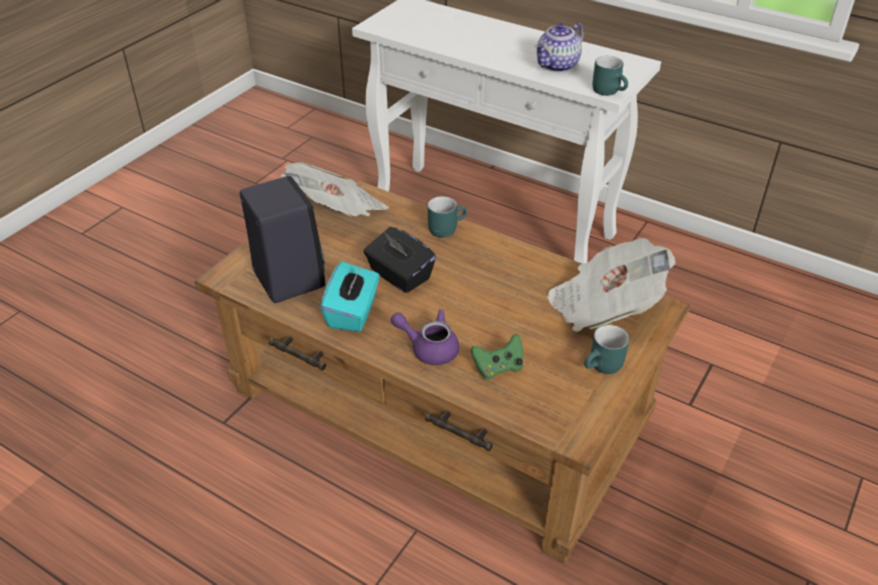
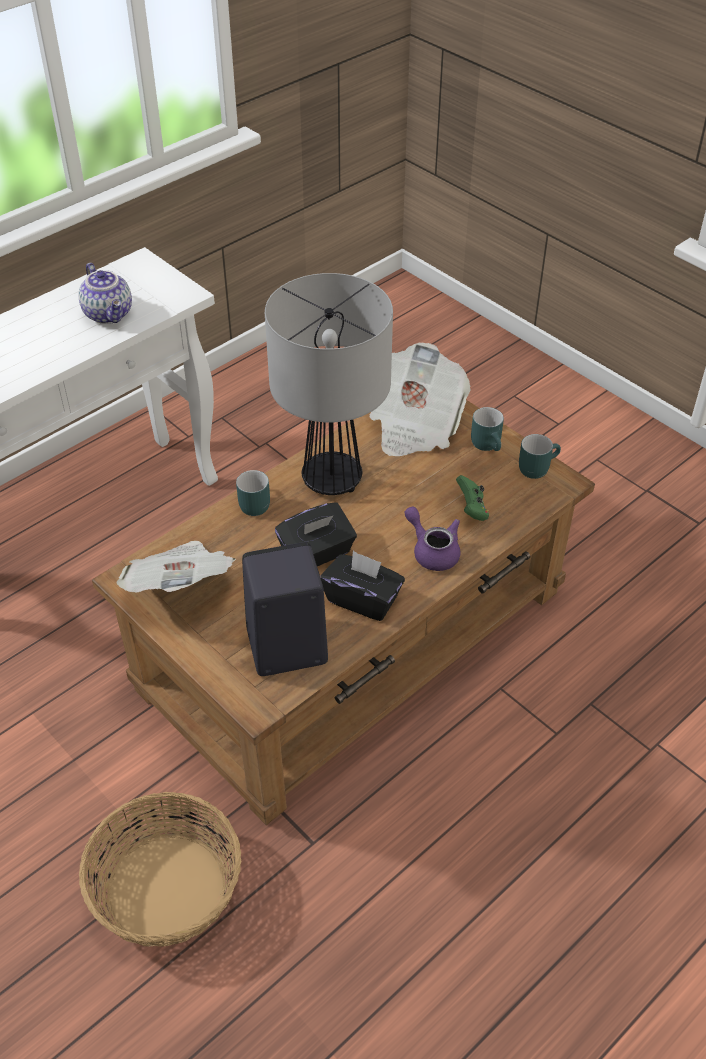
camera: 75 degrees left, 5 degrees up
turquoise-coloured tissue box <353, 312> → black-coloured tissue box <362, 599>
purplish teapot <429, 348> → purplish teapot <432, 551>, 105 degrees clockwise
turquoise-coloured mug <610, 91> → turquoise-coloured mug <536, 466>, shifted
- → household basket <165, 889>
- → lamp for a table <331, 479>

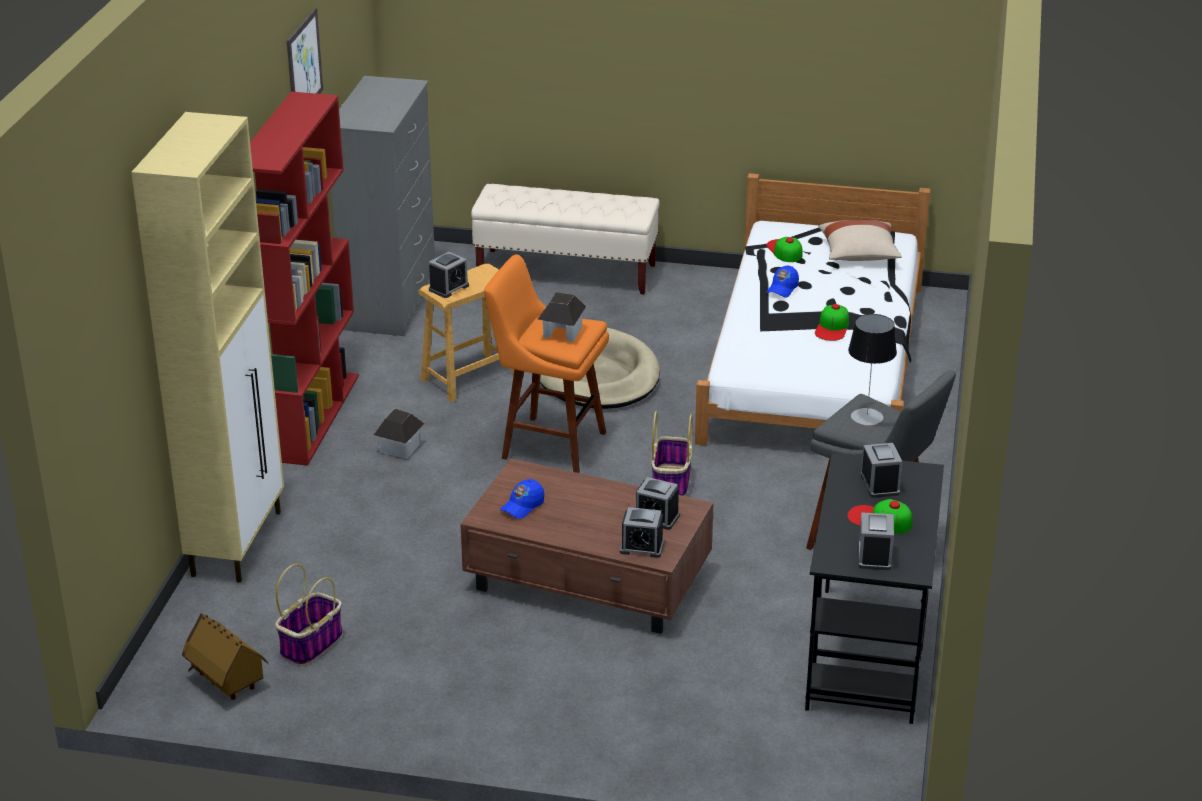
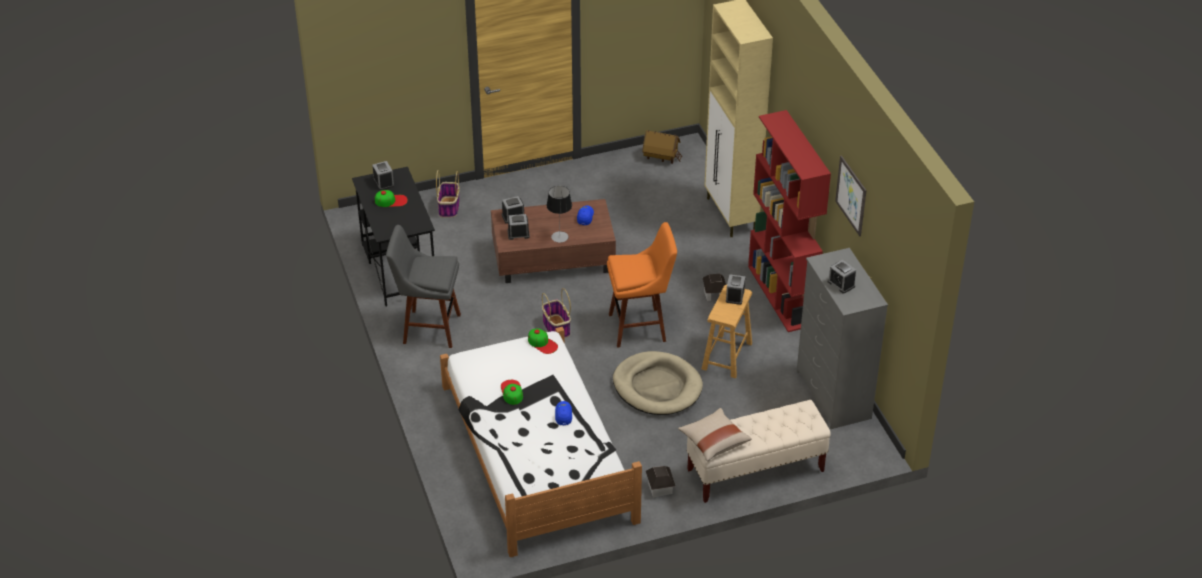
camera: 150 degrees right, 10 degrees up
household basket <311, 644> → household basket <449, 207>, shifted
toy house <562, 333> → toy house <660, 488>, shifted
cap <784, 250> → cap <542, 343>, shifted
sand-coloured cushion <858, 255> → sand-coloured cushion <713, 441>, shifted
lamp for a table <867, 417> → lamp for a table <559, 237>, shifted
bedside clock <880, 484> → bedside clock <841, 284>, shifted

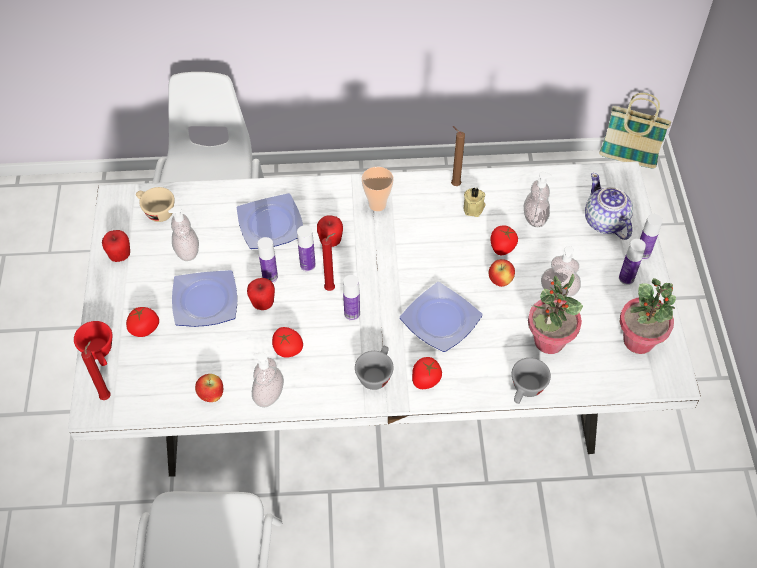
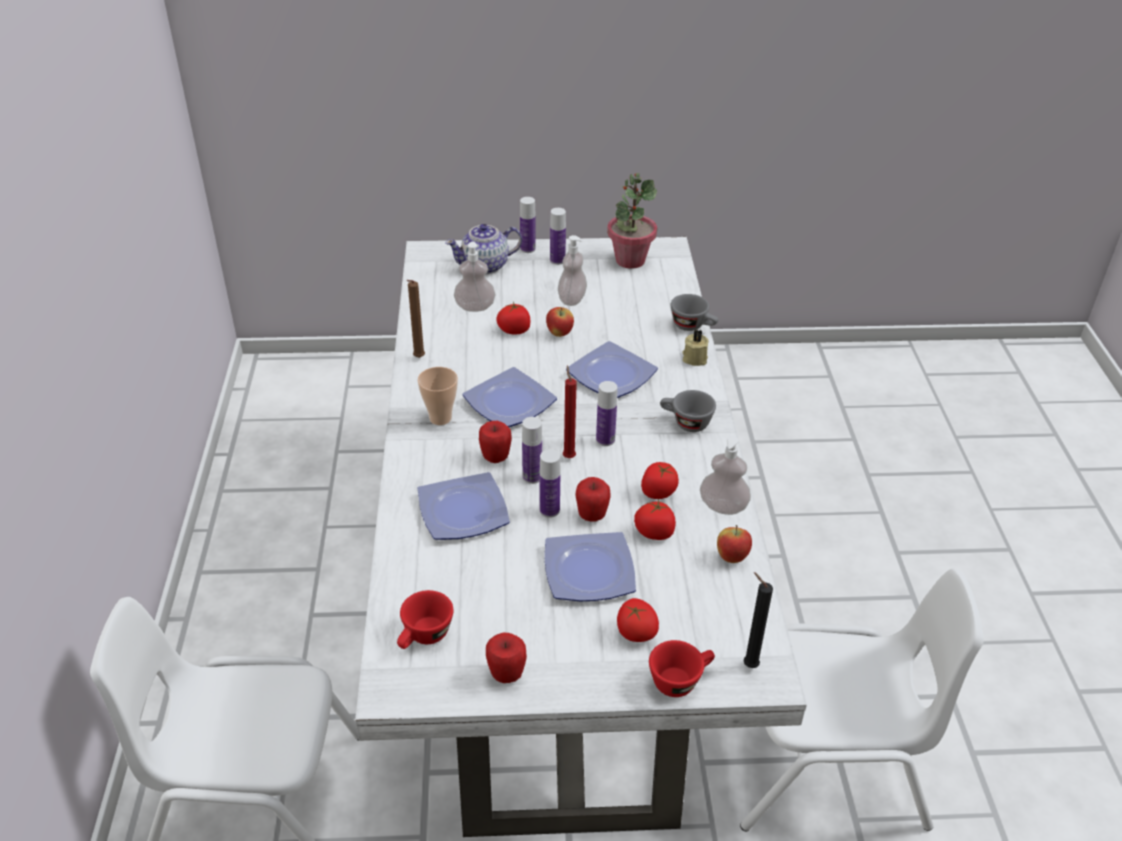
camera: 90 degrees left, 15 degrees down
red-coloured wax light <107, 396> → black-coloured wax light <748, 664>
sand-coloured drinking cup <156, 212> → red-coloured drinking cup <424, 637>
soap bottle <187, 251> → -
tomato <425, 380> → tomato <655, 532>, shifted
sand-coloured wax light <474, 208> → sand-coloured wax light <694, 358>, shifted
houseplant <549, 341> → -
household basket <627, 160> → -
- → flat dish <509, 404>

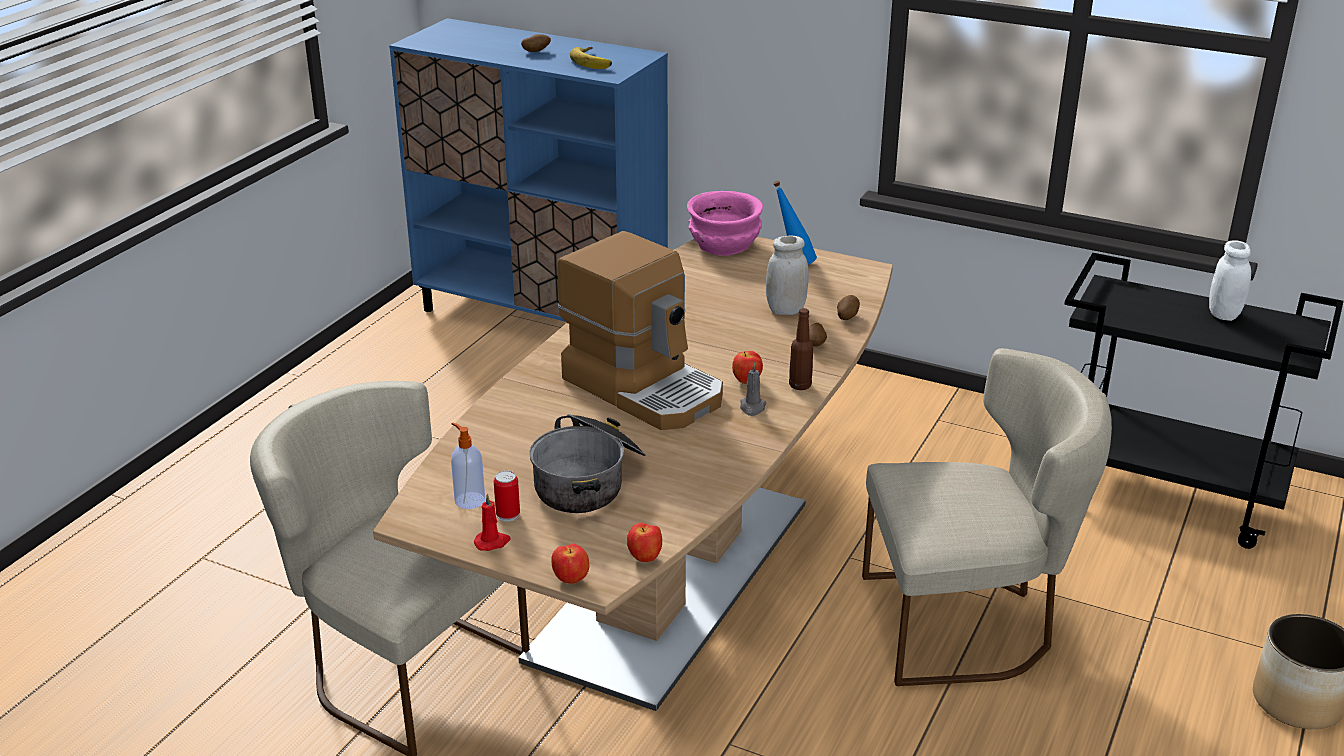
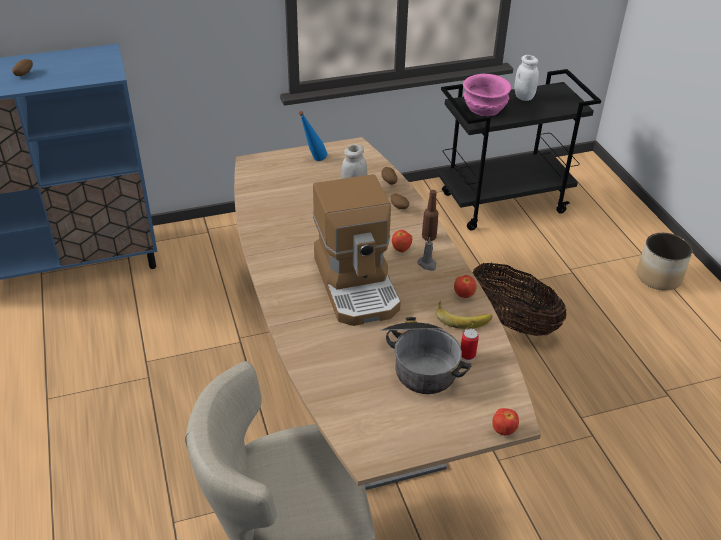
camera: 45 degrees left, 10 degrees up
soap bottle <469, 500> → -
red-coloured wax light <492, 542> → -
metal can <508, 515> → metal can <467, 355>, shifted
coffee brewer <645, 388> → coffee brewer <357, 284>, 75 degrees clockwise
banana fruit <594, 61> → banana fruit <462, 316>, shifted
apple fruit <645, 558> → apple fruit <464, 295>, shifted
pinkish serving bowl <725, 244> → pinkish serving bowl <485, 108>, shifted
sand-coloured plain chair <967, 624> → household basket <512, 322>

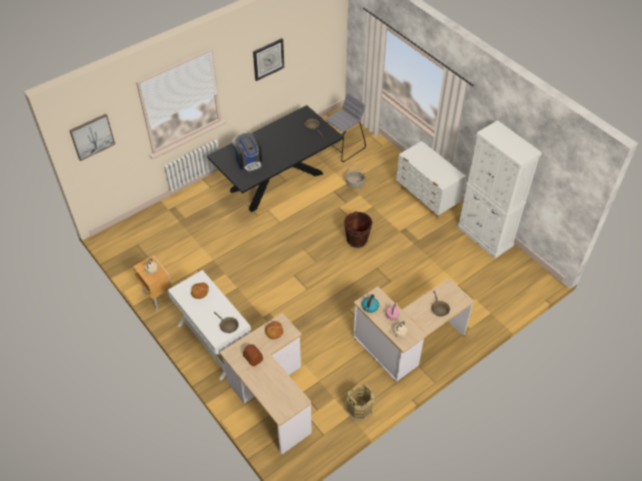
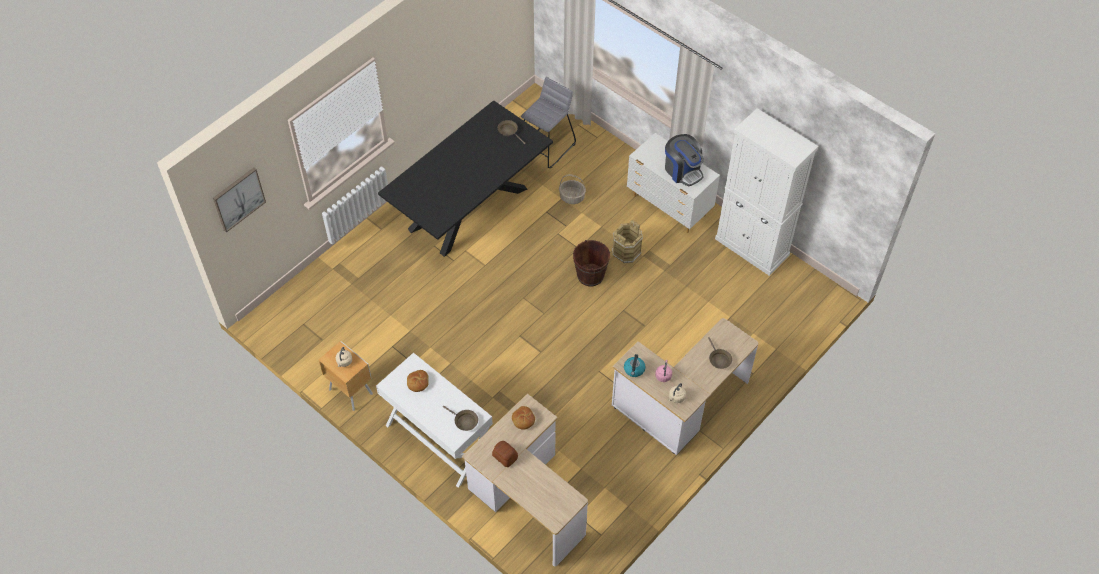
camera: 10 degrees left, 5 degrees up
coffee brewer <248, 161> → coffee brewer <682, 170>, shifted
wall clock <268, 59> → -
brown water bucket <359, 409> → brown water bucket <626, 251>, shifted

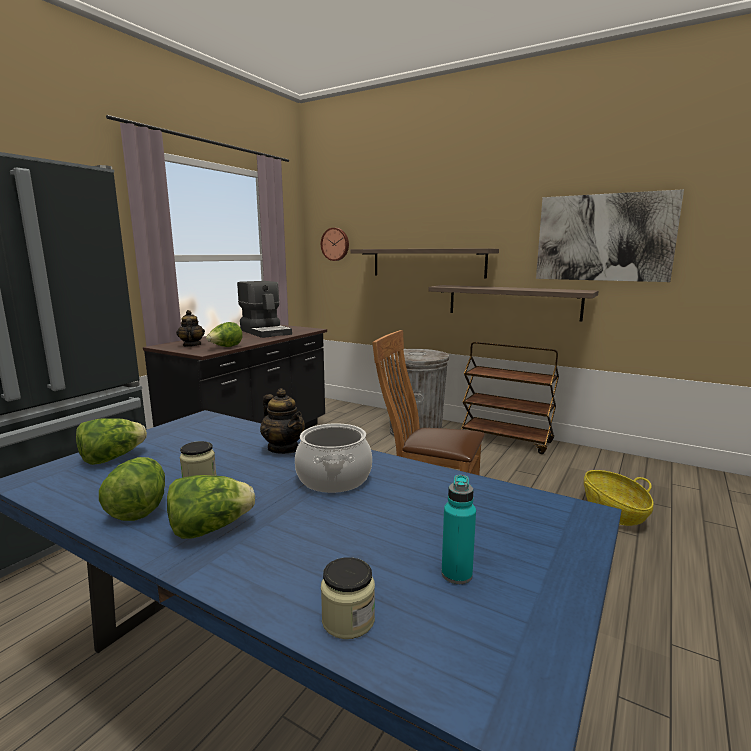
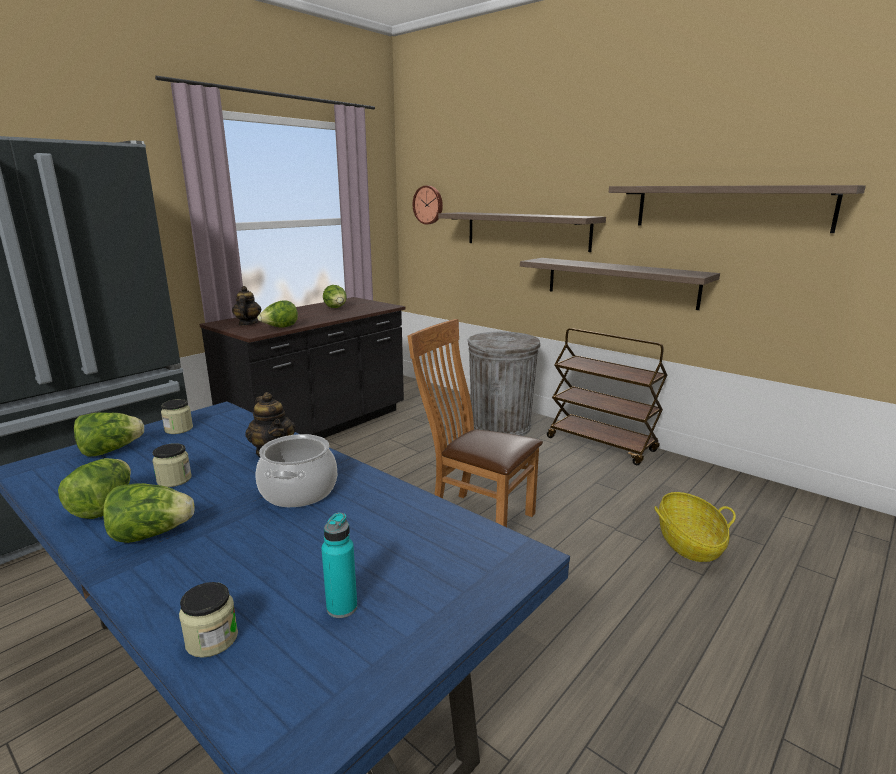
camera: 10 degrees right, 5 degrees up
coffee brewer <266, 332> → lettuce head <336, 308>
wall art <603, 238> → bracket shelf <729, 207>
- → preserve jar <178, 429>

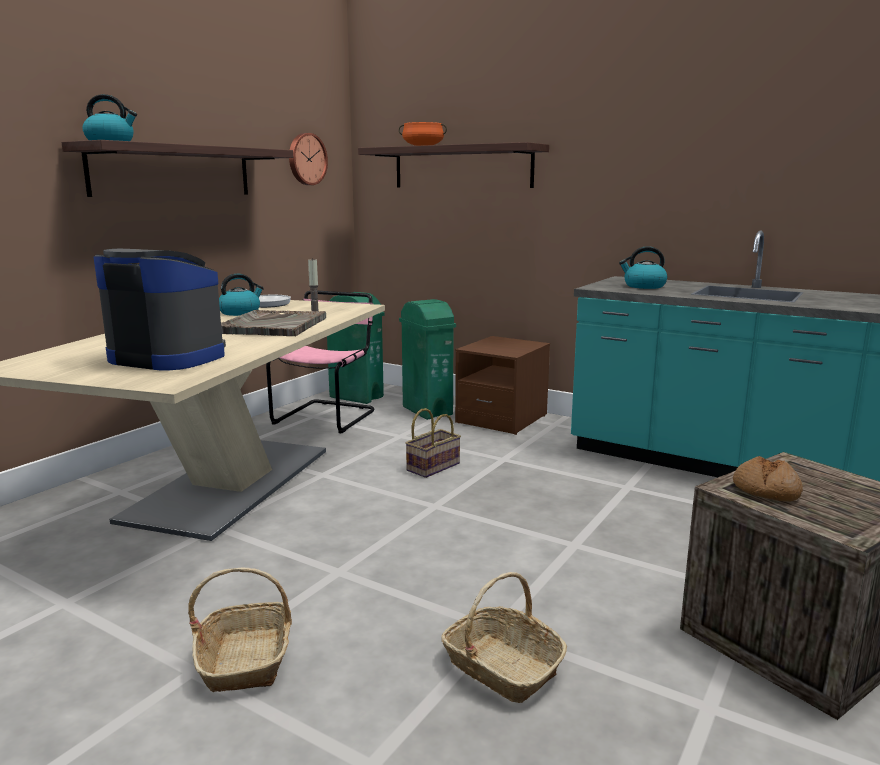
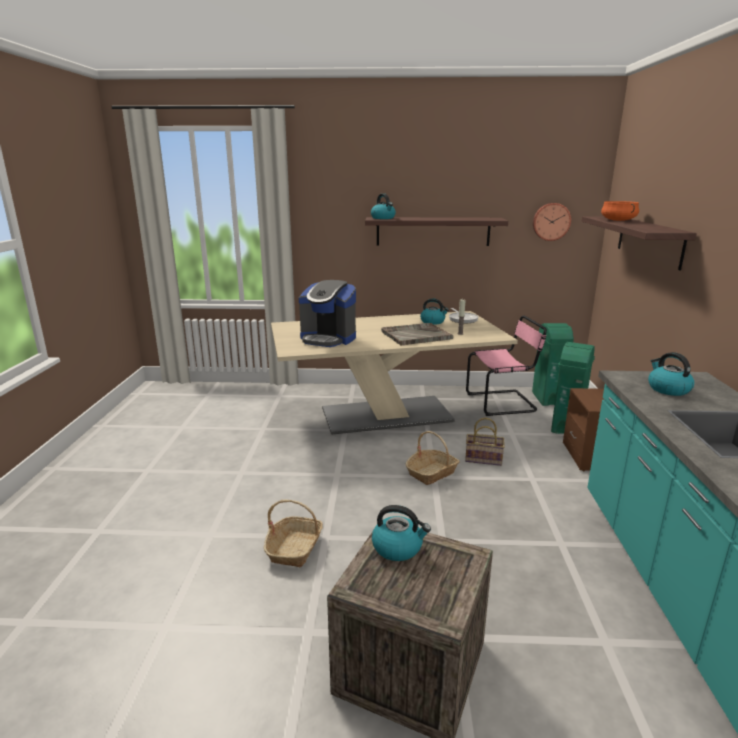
camera: 60 degrees right, 5 degrees up
coffee brewer <168, 357> → coffee brewer <328, 339>, 120 degrees clockwise
household basket <246, 658> → household basket <432, 473>, shifted
bread <765, 490> → kettle <398, 547>

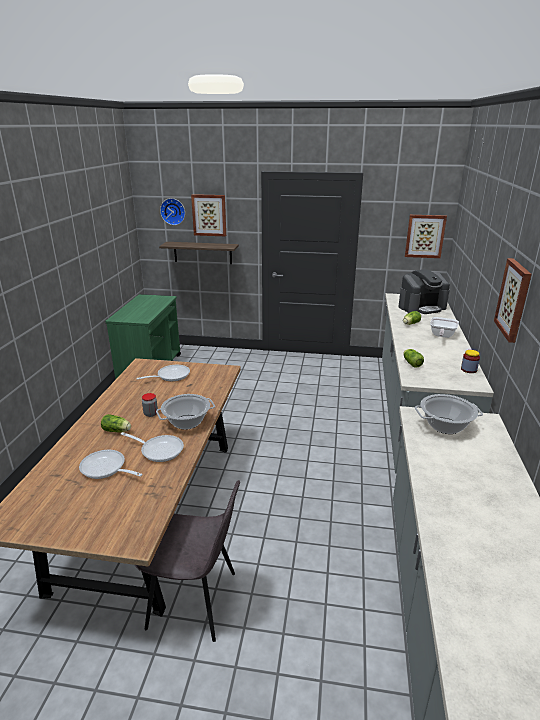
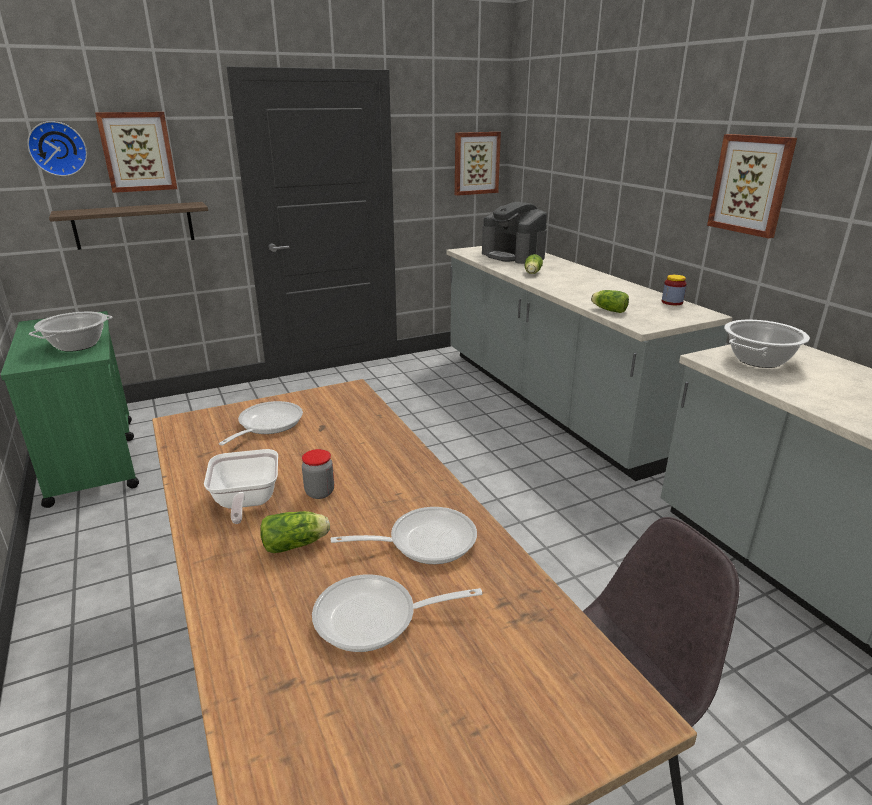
camera: 35 degrees left, 0 degrees up
cooking pot <187, 422> → cooking pot <77, 345>, shifted
coffee brewer <422, 307> → coffee brewer <513, 256>, 105 degrees clockwise
skillet <441, 336> → skillet <245, 503>, shifted

